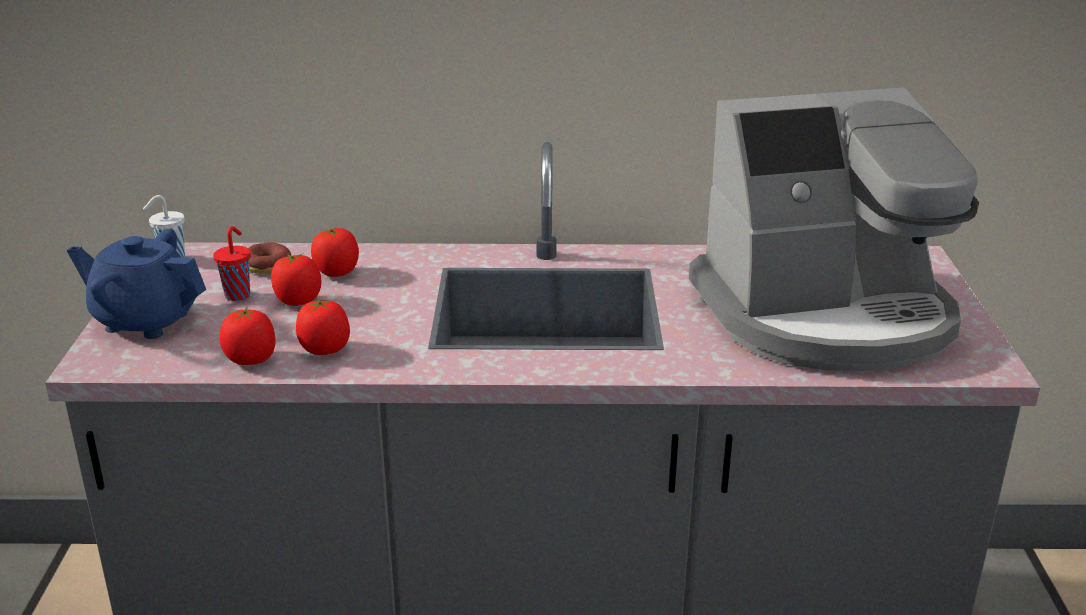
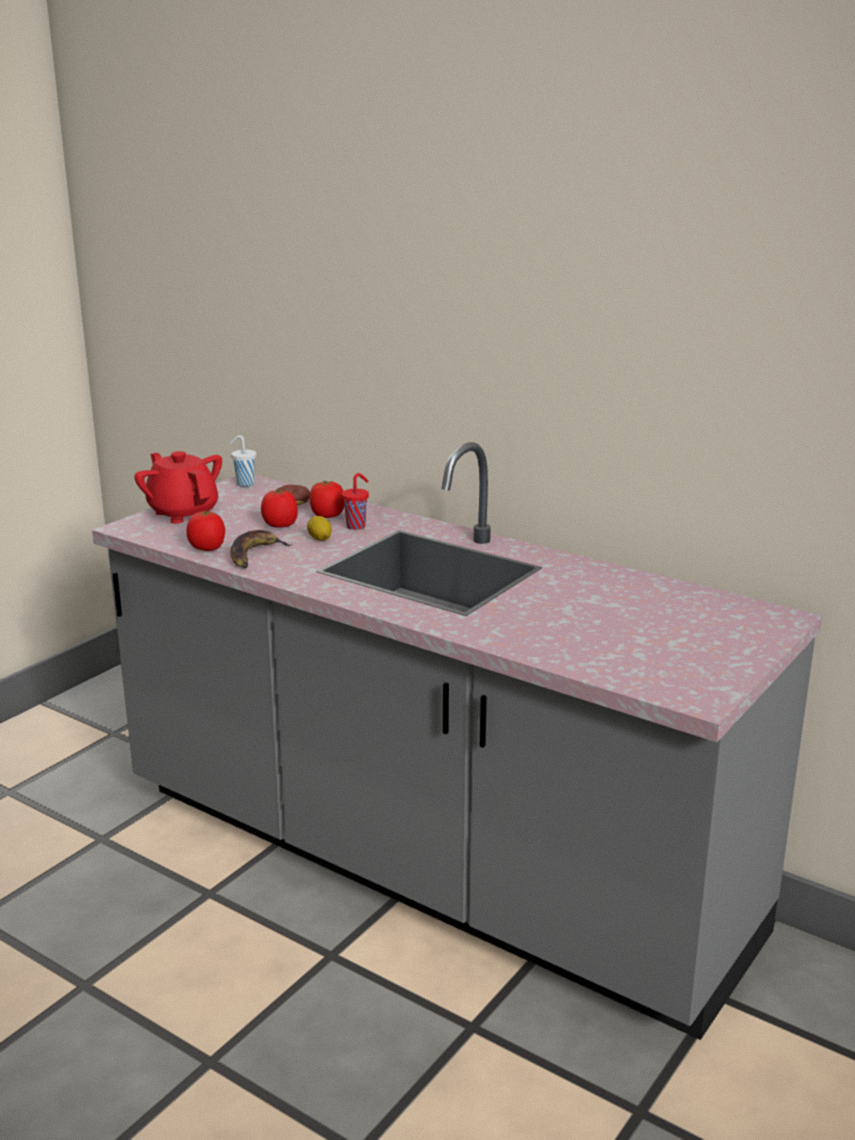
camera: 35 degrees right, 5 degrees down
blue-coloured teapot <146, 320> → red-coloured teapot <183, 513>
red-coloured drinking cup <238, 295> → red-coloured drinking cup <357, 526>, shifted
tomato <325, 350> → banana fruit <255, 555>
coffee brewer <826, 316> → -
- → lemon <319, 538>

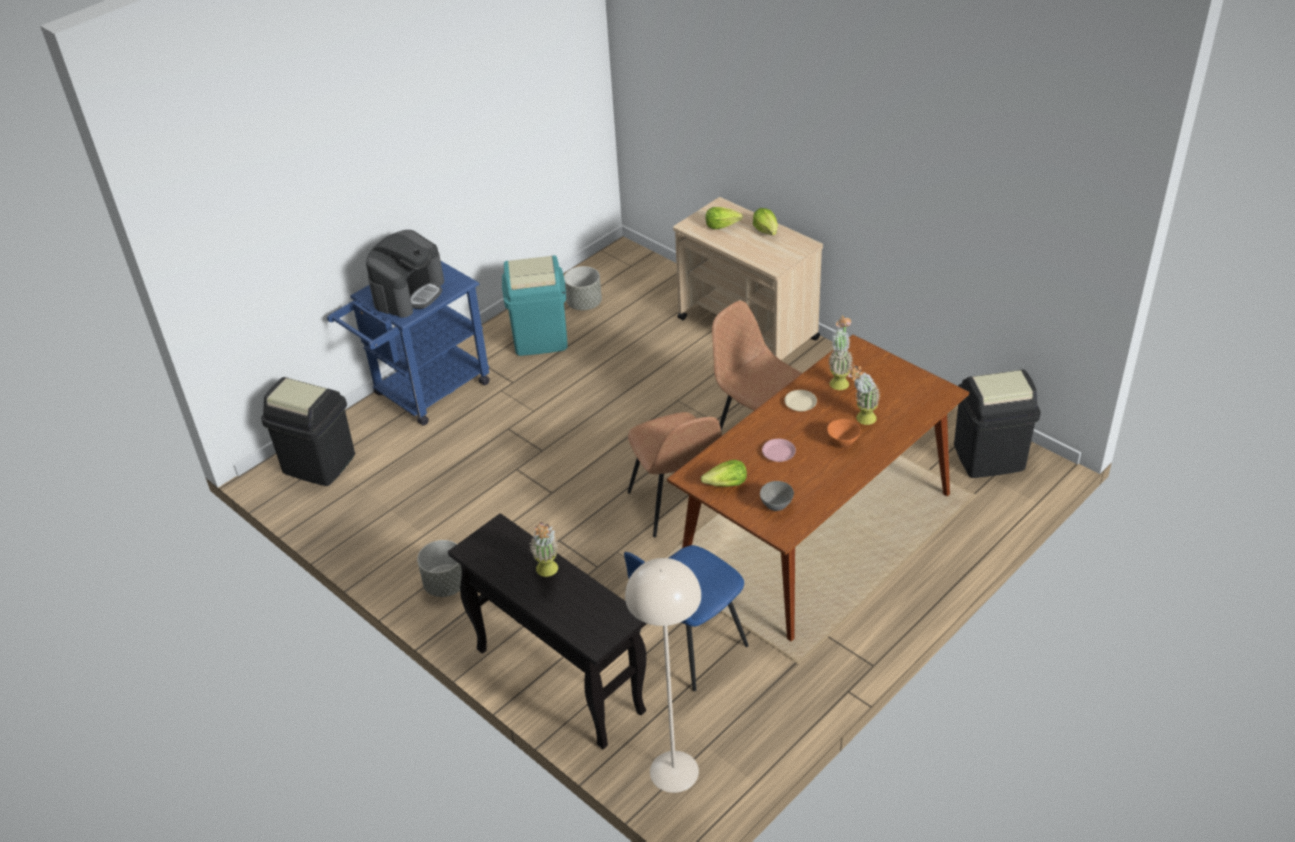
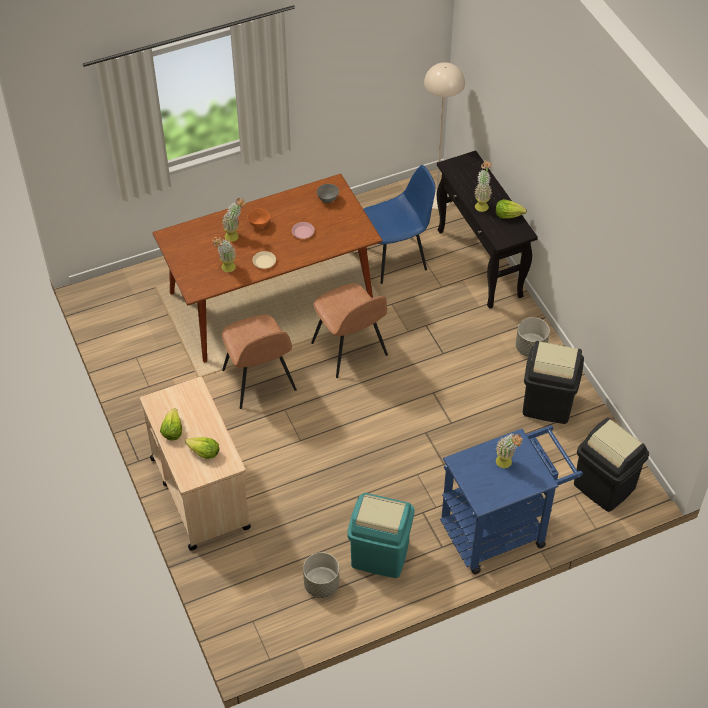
camera: 160 degrees left, 10 degrees up
coffee brewer <409, 293> → houseplant <506, 464>
brown plain chair <677, 504> → brown plain chair <350, 350>, 150 degrees clockwise
lettuce head <726, 484> → lettuce head <508, 214>, shifted
black-coloured rubbish bin <989, 457> → black-coloured rubbish bin <548, 404>, shifted

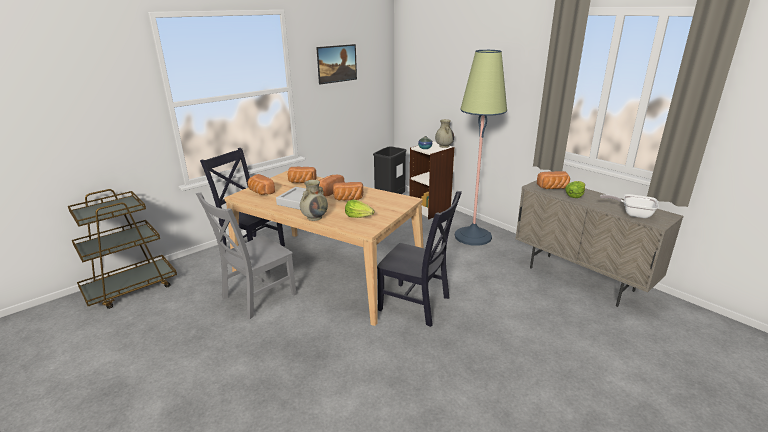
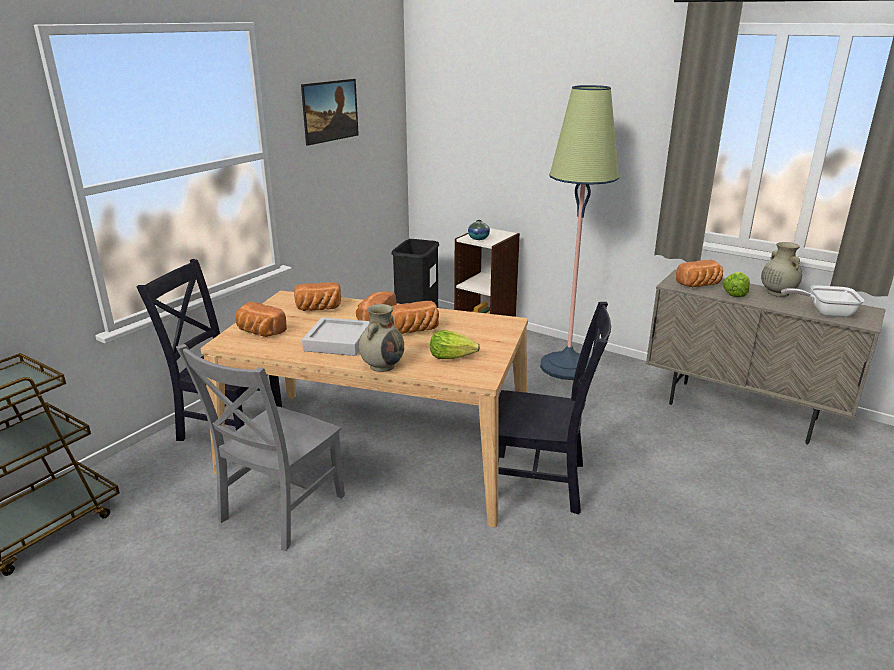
camera: 15 degrees left, 0 degrees up
sand-coloured vase <444, 146> → sand-coloured vase <777, 293>, shifted

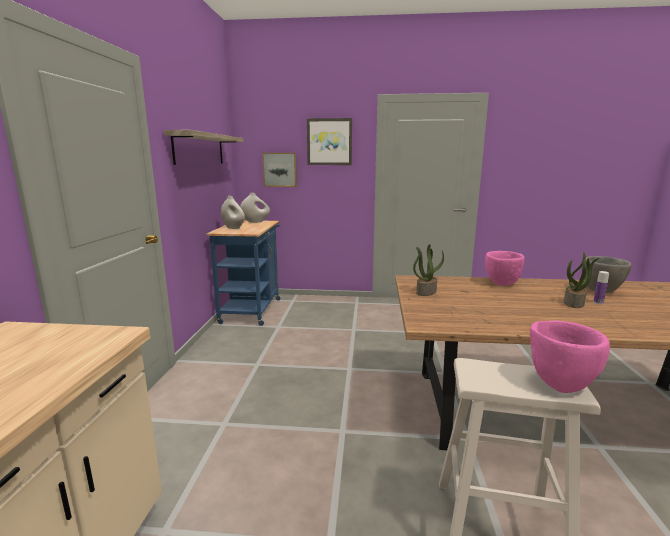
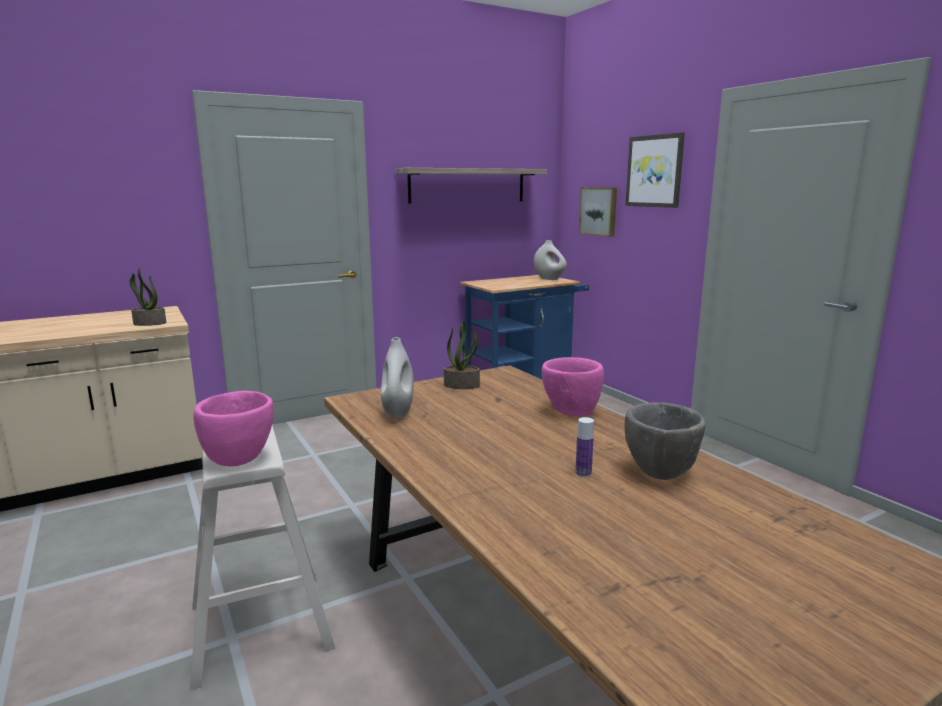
camera: 55 degrees right, 0 degrees up
white-coloured vase <233, 228> → white-coloured vase <398, 412>, shifted
houseplant <574, 303> → houseplant <149, 323>, shifted

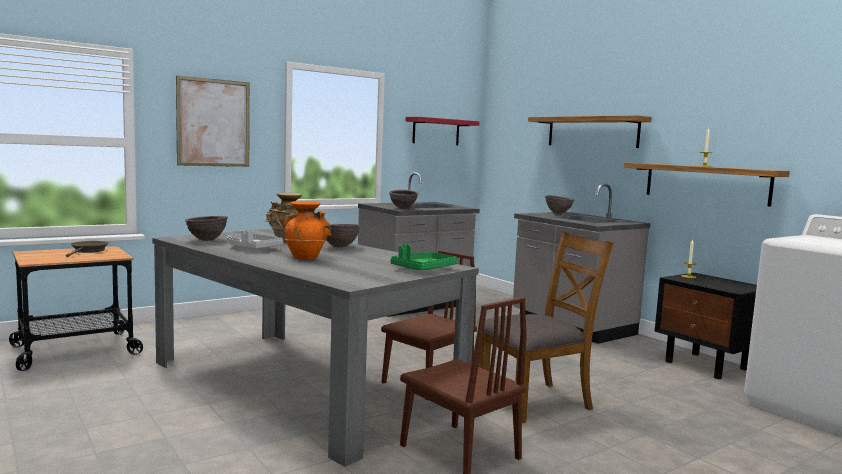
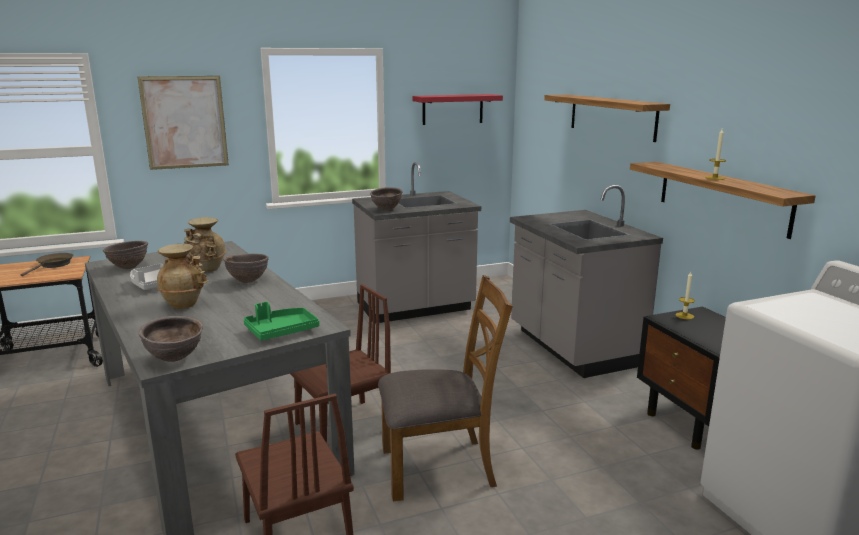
camera: 15 degrees right, 10 degrees up
orangey vase <305, 257> → sand-coloured vase <184, 304>
brown serving bowl <558, 213> → brown serving bowl <174, 359>, shifted

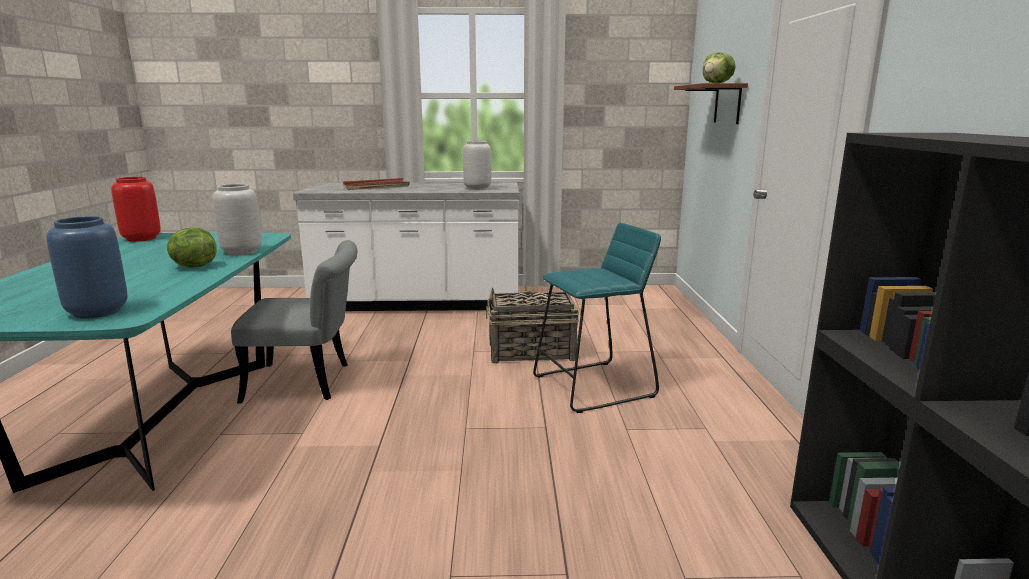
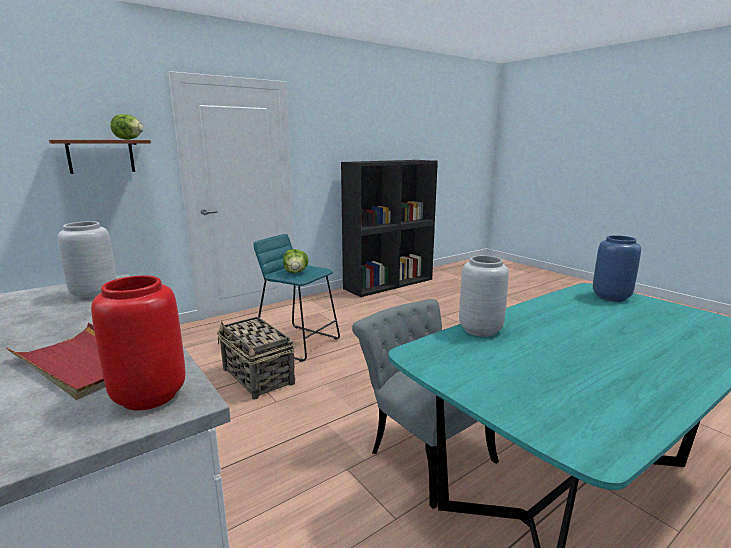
camera: 125 degrees left, 0 degrees up
red-coloured vase <141, 238> → red-coloured vase <148, 396>, shifted
lettuce head <193, 267> → lettuce head <296, 272>, shifted

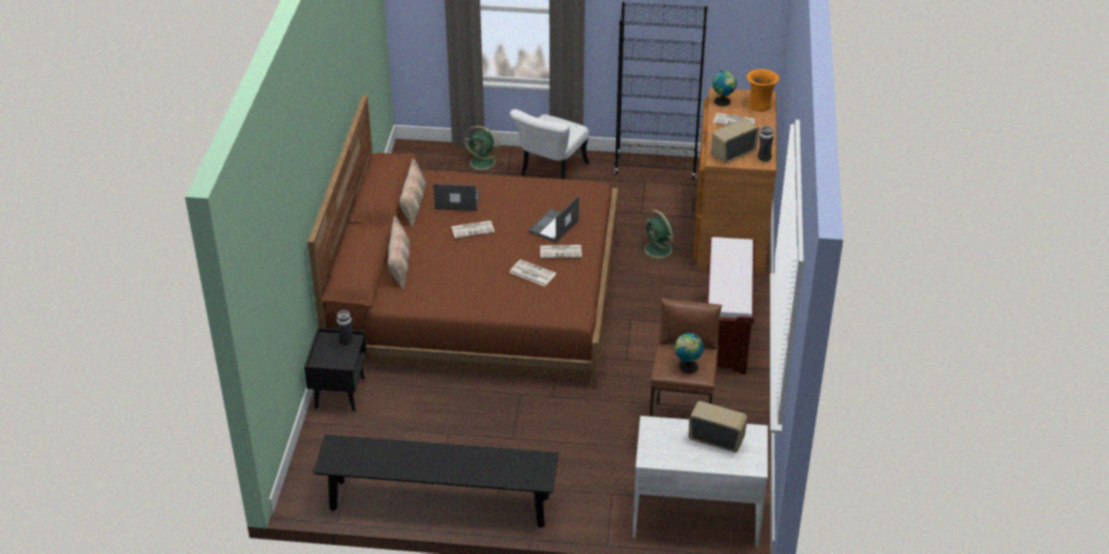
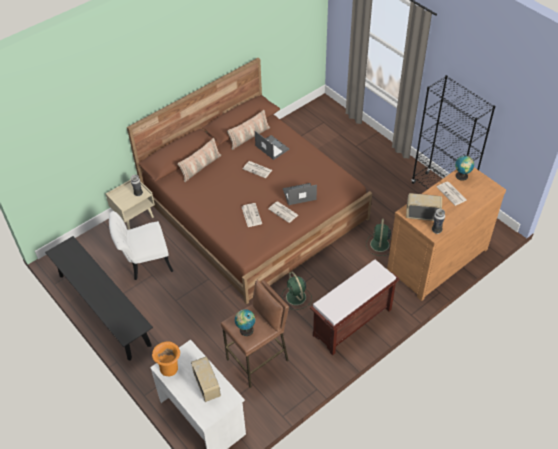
camera: 45 degrees right, 10 degrees up
black-coloured nightstand <339, 392> → sand-coloured nightstand <135, 217>
green-coloured cooling fan <483, 162> → green-coloured cooling fan <296, 298>, shifted
white-coloured plain chair <550, 173> → white-coloured plain chair <144, 263>, shifted
orangey vase <759, 105> → orangey vase <169, 368>, shifted

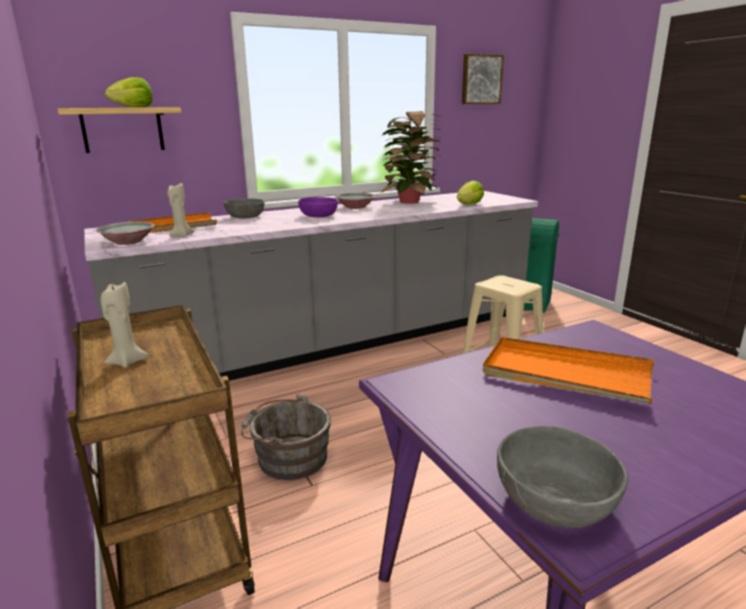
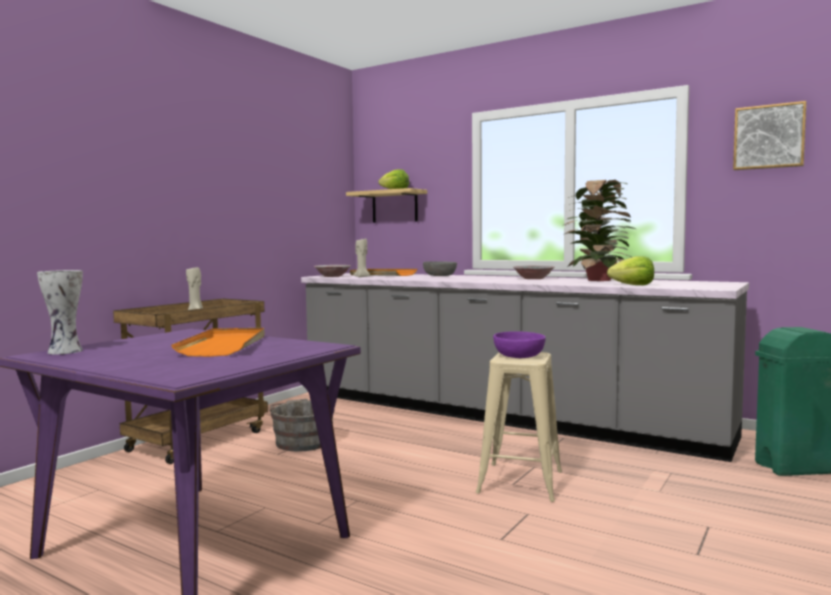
camera: 60 degrees right, 15 degrees down
purplish serving bowl <319, 215> → purplish serving bowl <519, 356>, shifted
greyish serving bowl <555, 500> → vase <66, 351>

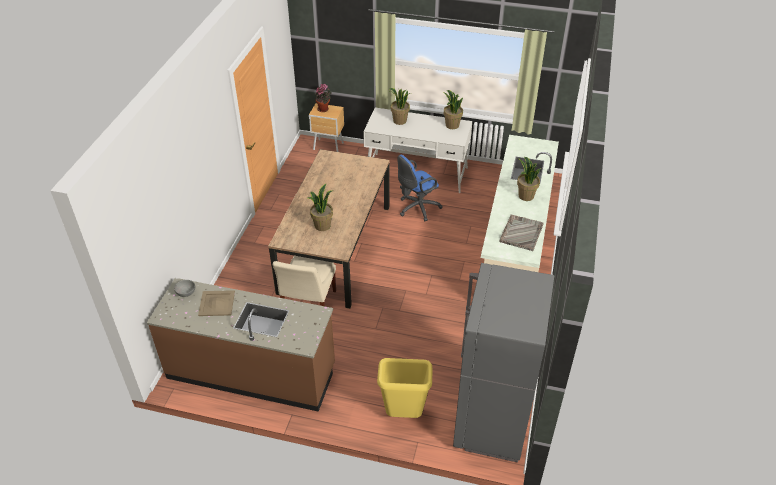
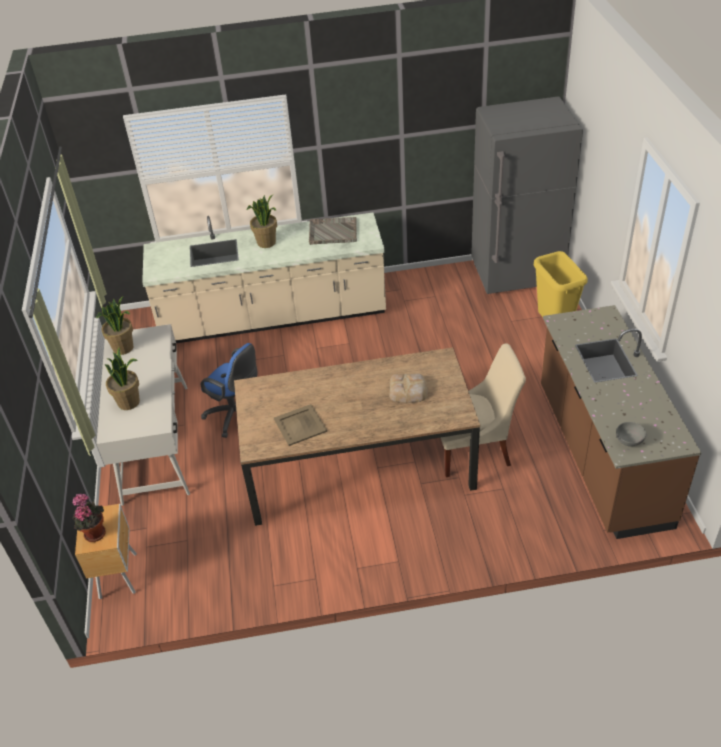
camera: 110 degrees left, 0 degrees up
sand-coloured tray <216, 303> → sand-coloured tray <300, 425>, shifted
houseplant <322, 225> → bread <408, 390>

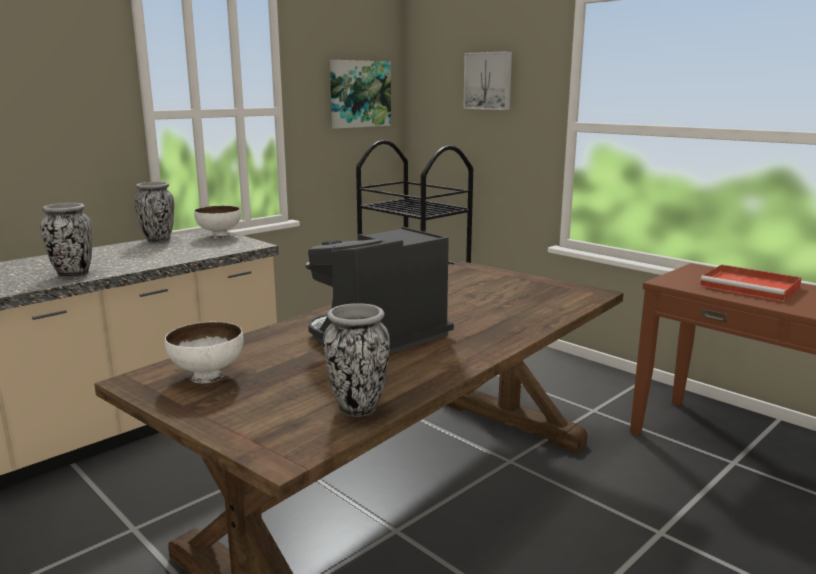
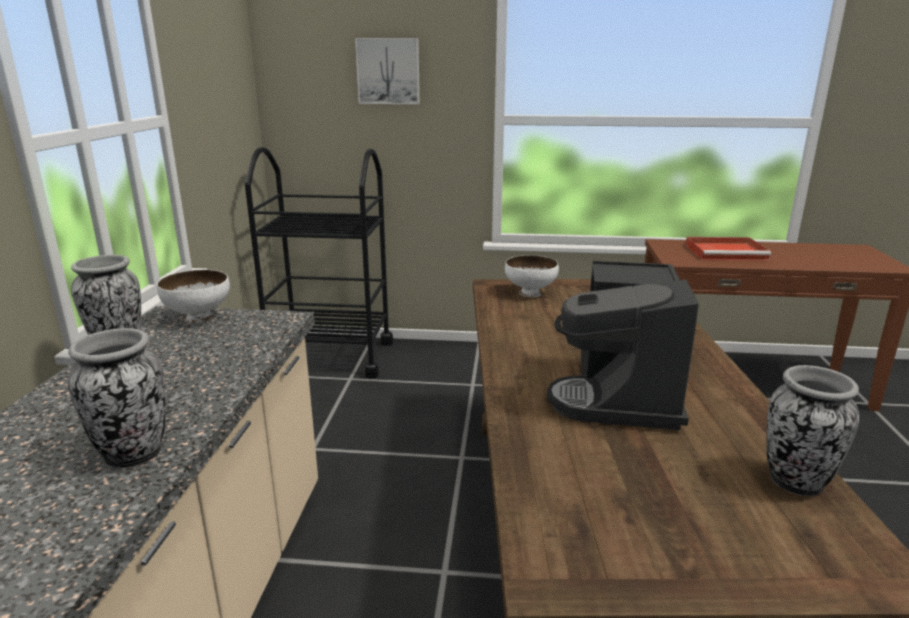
camera: 40 degrees left, 5 degrees up
white-coloured serving bowl <208, 376> → white-coloured serving bowl <530, 293>, shifted
wall art <359, 94> → -

